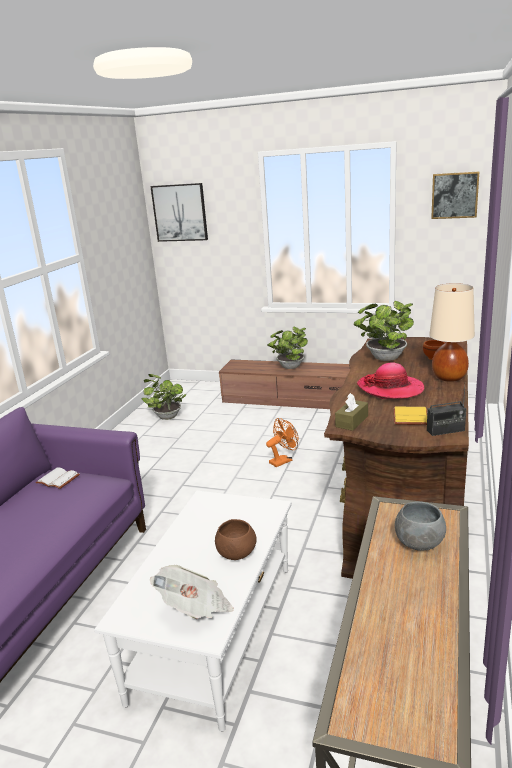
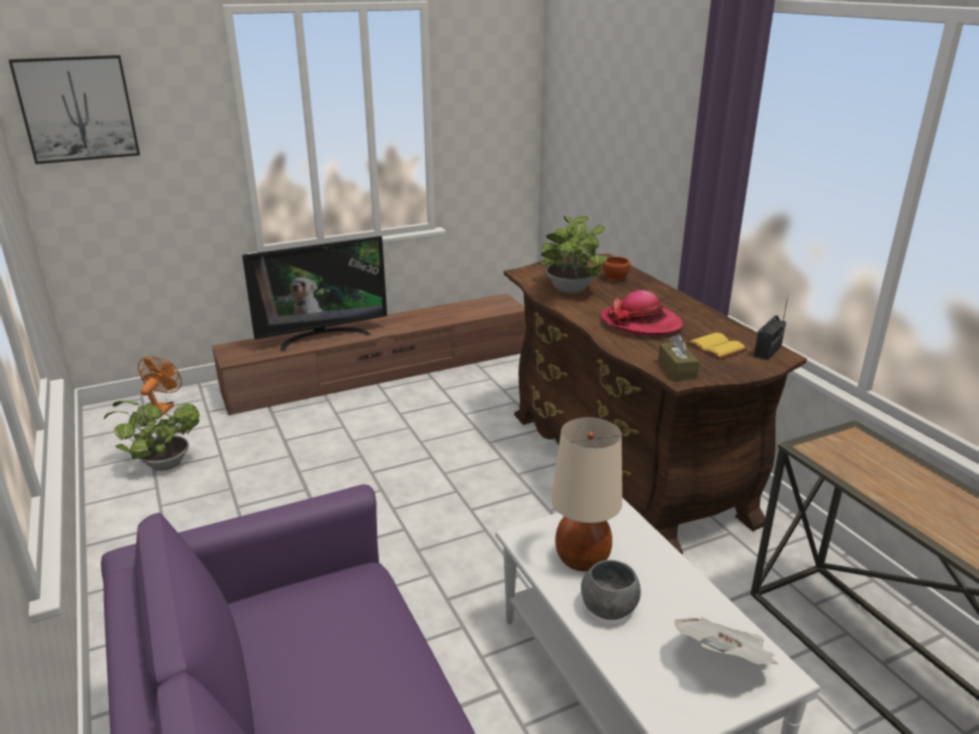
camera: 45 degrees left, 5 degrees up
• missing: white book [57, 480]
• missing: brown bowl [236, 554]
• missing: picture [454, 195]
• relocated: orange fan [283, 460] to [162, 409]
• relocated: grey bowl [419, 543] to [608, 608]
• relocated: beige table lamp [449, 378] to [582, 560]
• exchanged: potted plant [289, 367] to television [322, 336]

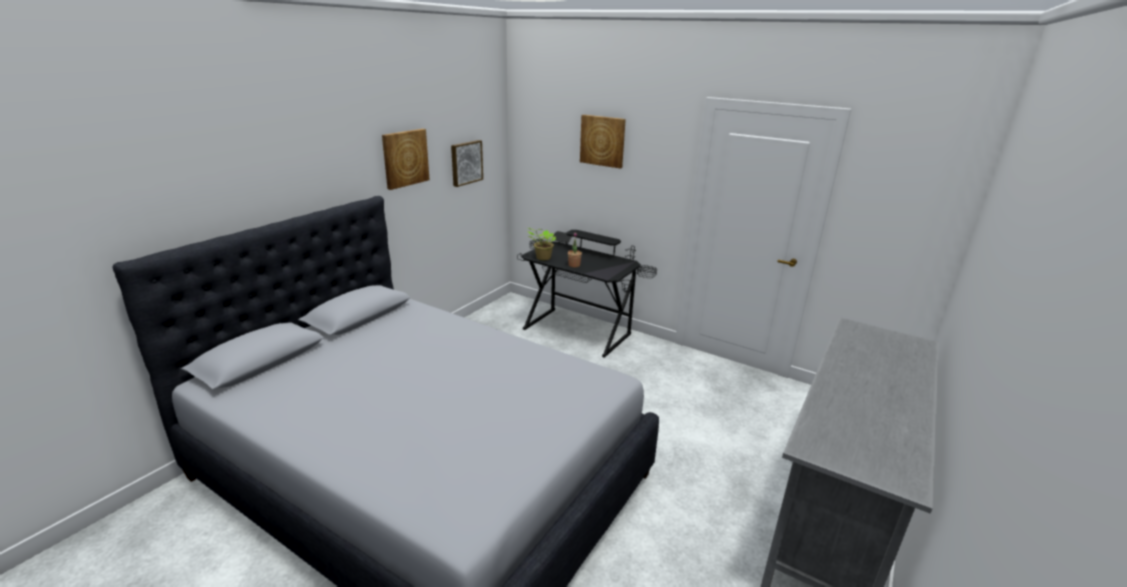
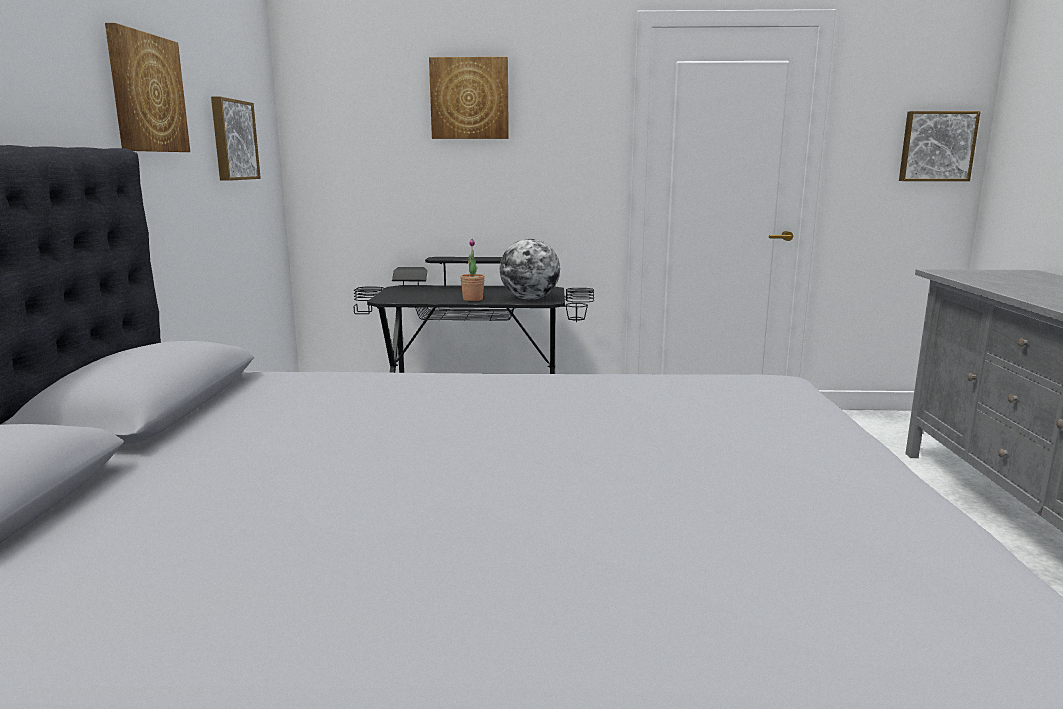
camera: 30 degrees left, 10 degrees down
• missing: potted plant [542, 258]
• appeared: globe [530, 299]
• appeared: picture [936, 146]

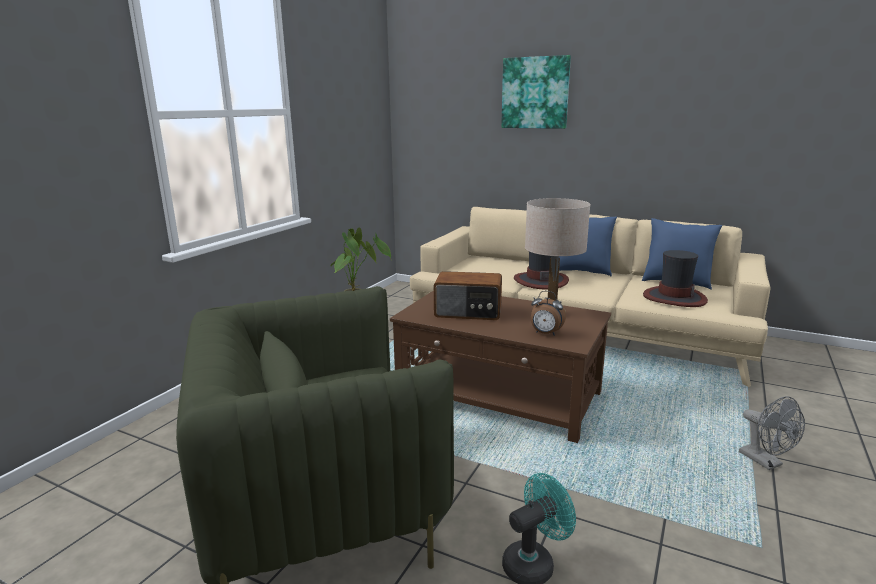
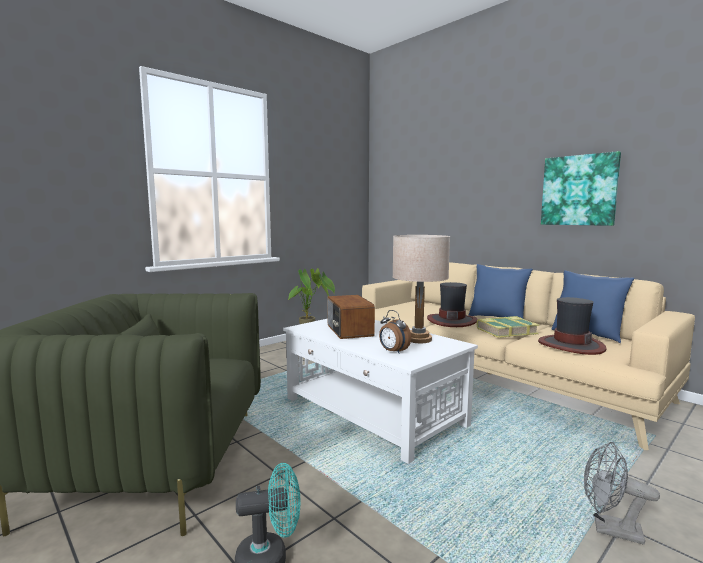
camera: 20 degrees right, 10 degrees down
• appeared: book [506, 331]
• relocated: picture [535, 93] to [579, 190]
• colour: brown coffee table [499, 395] to white coffee table [373, 412]
• spun: radio [468, 312] = [348, 331] 45 degrees clockwise
• spun: grey fan [766, 462] = [609, 529] 120 degrees clockwise

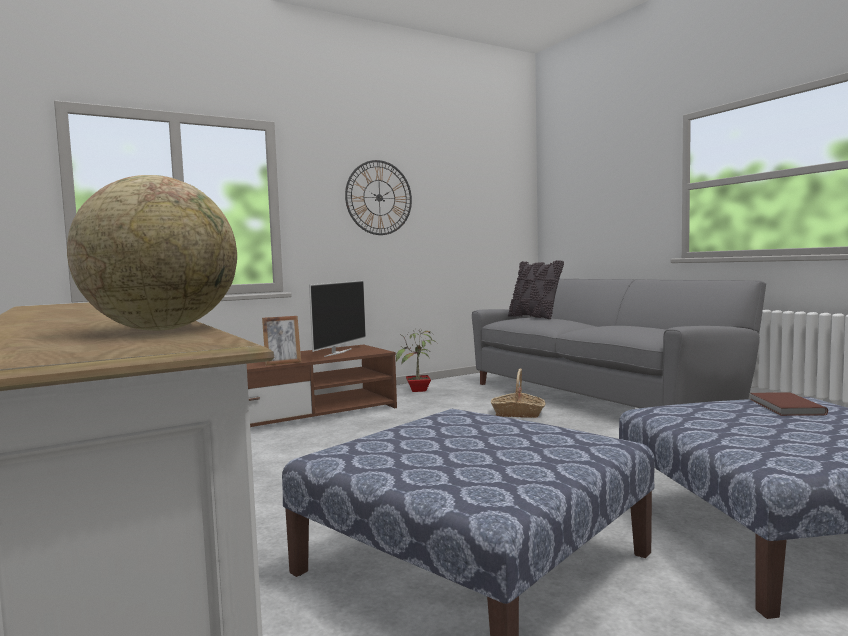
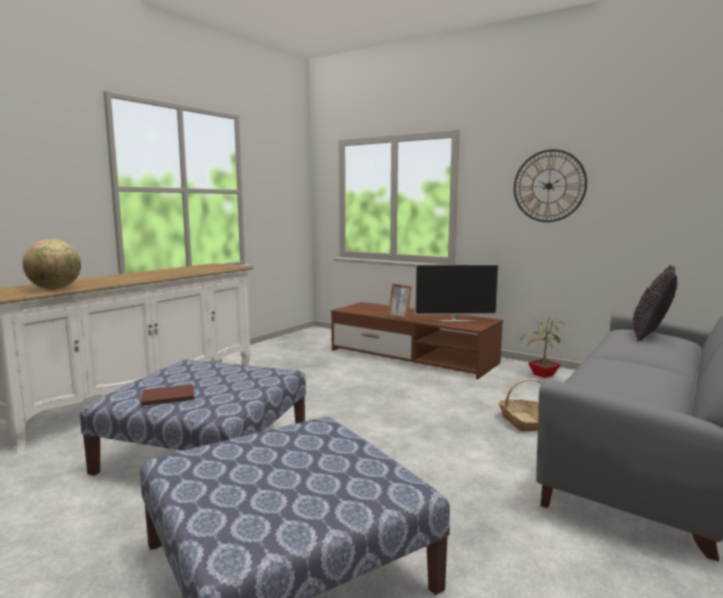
camera: 65 degrees right, 5 degrees up
• relocated: brown book [785, 407] to [167, 397]

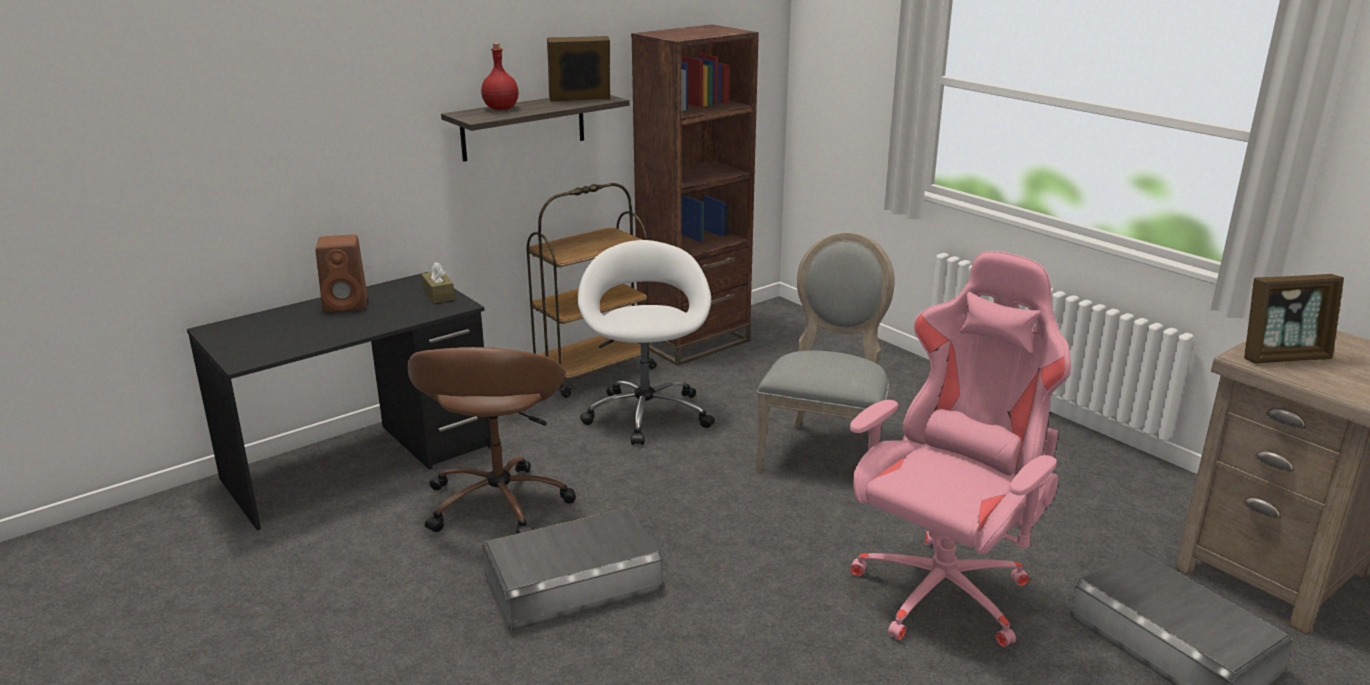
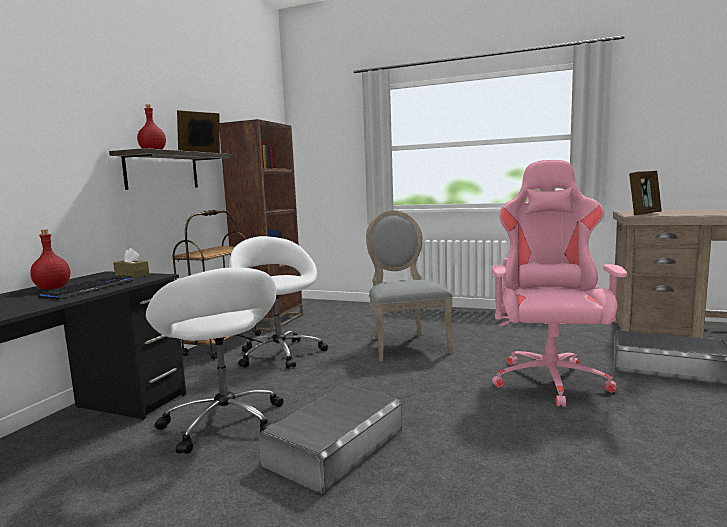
camera: 30 degrees left, 15 degrees down
• appeared: keyboard [91, 288]
• exchanged: brown speaker [347, 304] to red bottle [53, 288]
• colour: brown office chair [497, 506] to white office chair [225, 423]

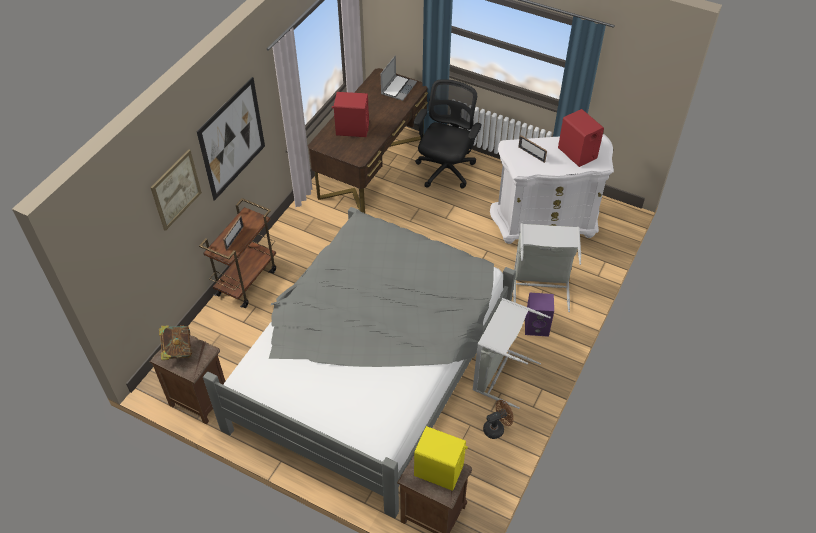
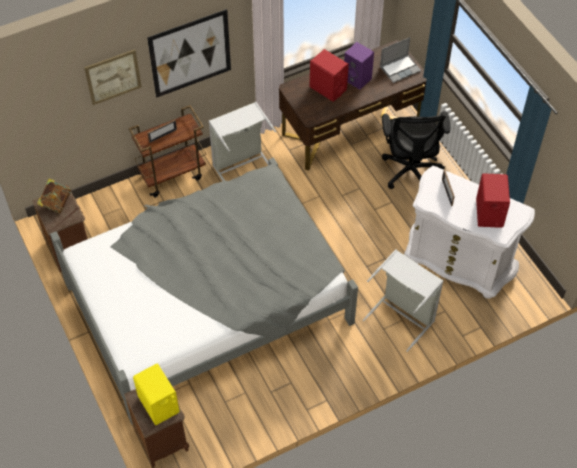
camera: 35 degrees right, 5 degrees up
• missing: brown fan [496, 428]
• relocated: grey laundry basket [499, 374] to [241, 166]
• relocated: purple speaker [537, 326] to [358, 79]
• spun: black office chair [445, 173] = [409, 168] 120 degrees clockwise

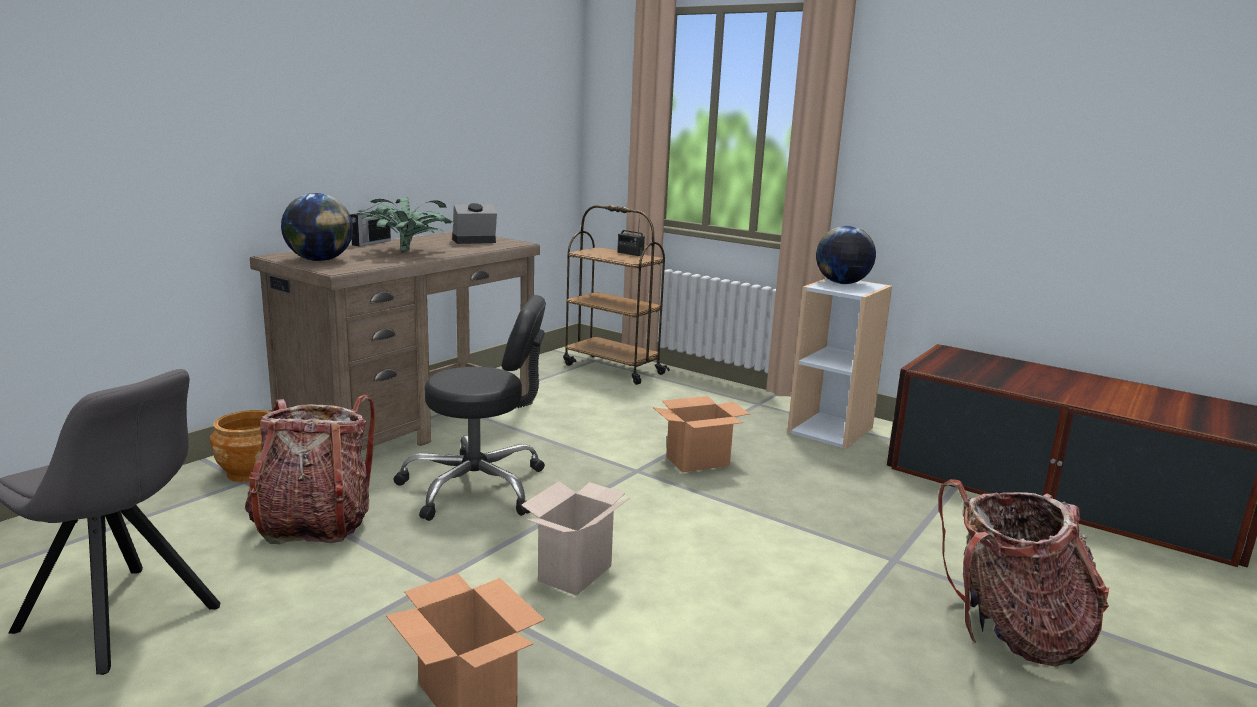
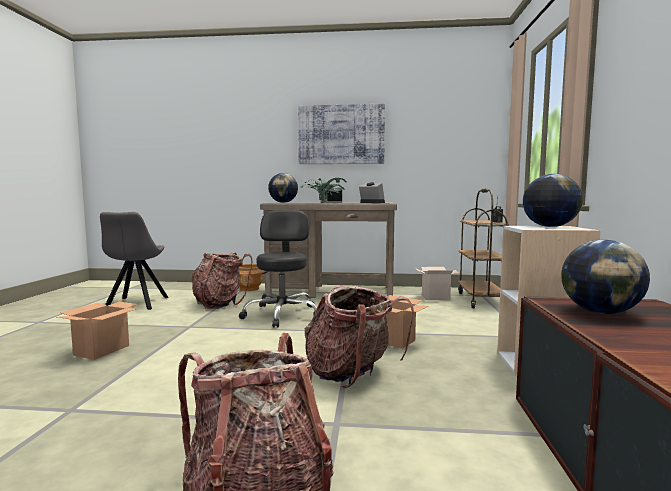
camera: 60 degrees right, 10 degrees down
• appeared: picture [341, 135]
• appeared: backpack [352, 374]
• appeared: globe [600, 312]
• relocated: cardboard box [574, 572] to [436, 297]
• spun: black office chair [482, 488] = [283, 313] 150 degrees counterclockwise

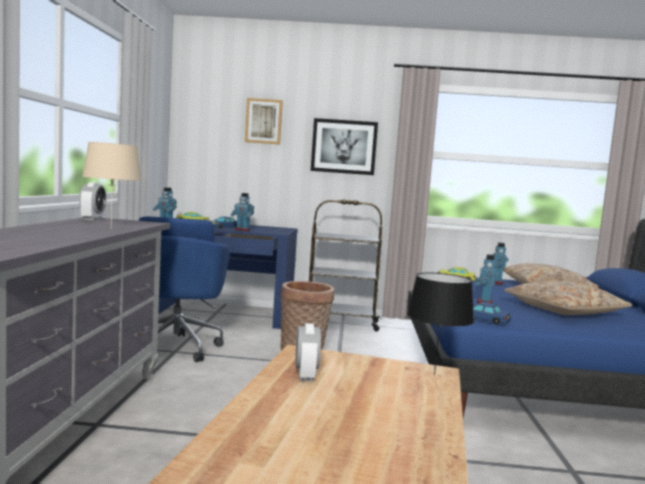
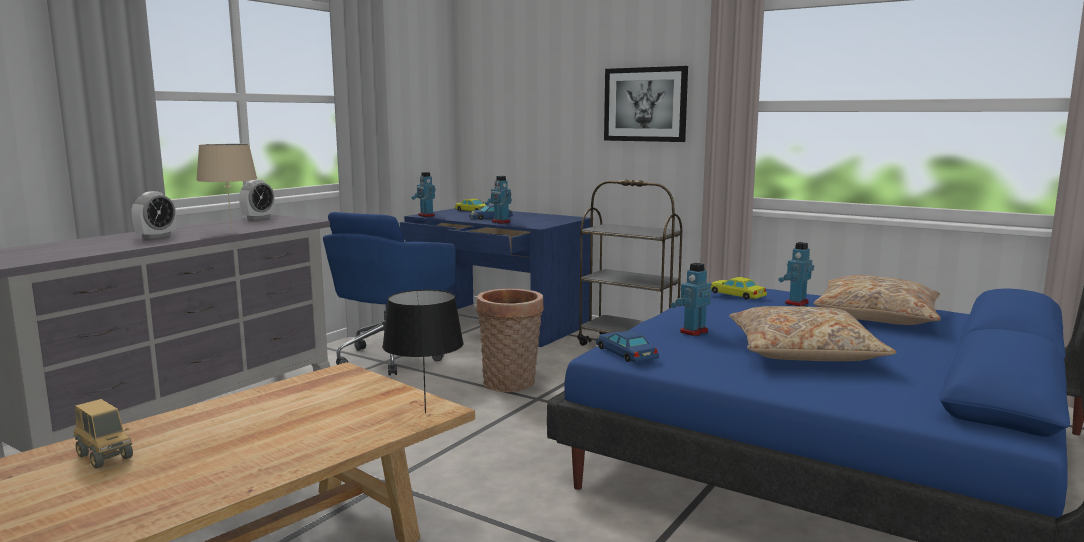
camera: 30 degrees right, 5 degrees up
• missing: picture [263, 121]
• appeared: toy truck [104, 457]
• relocated: alarm clock [305, 375] to [156, 236]

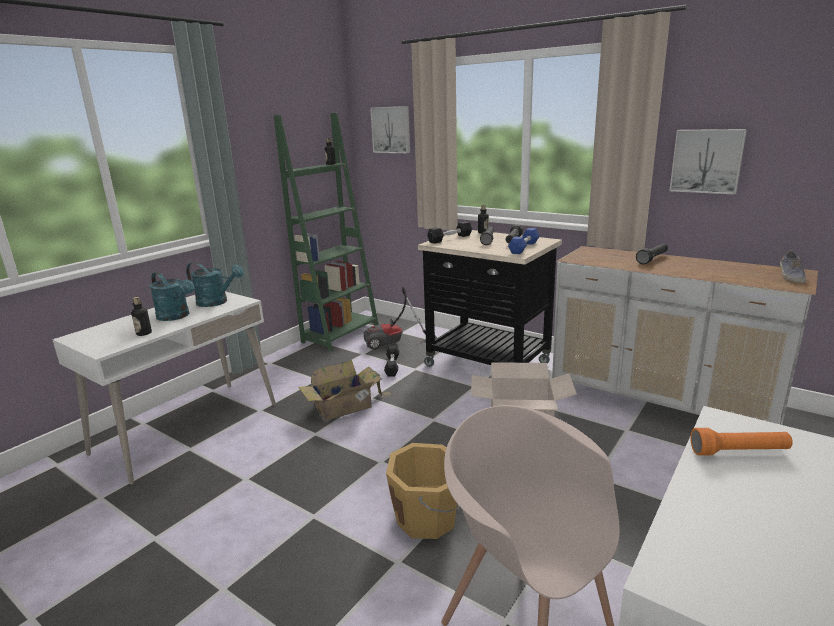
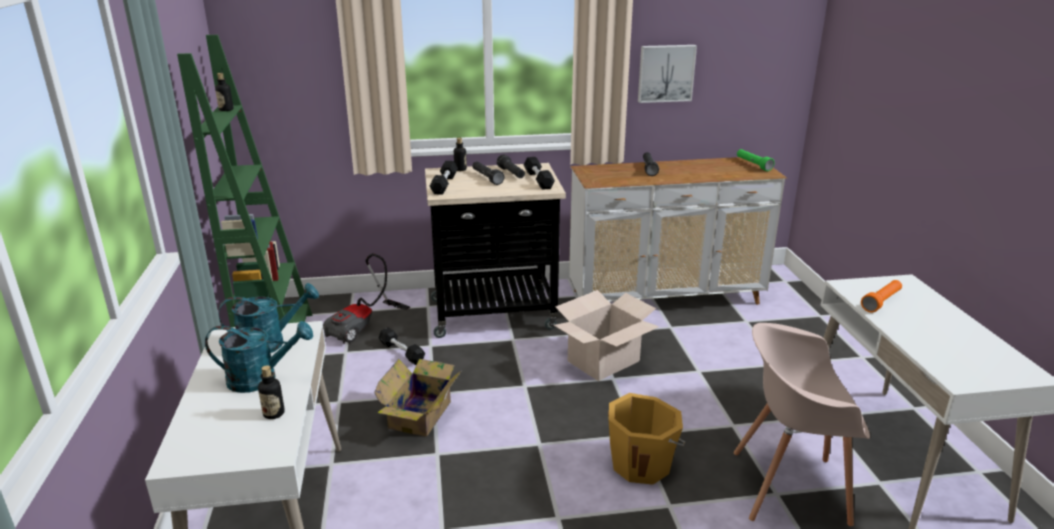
camera: 45 degrees left, 5 degrees up
• missing: picture [391, 130]
• exchanged: shoe [790, 276] to green flashlight [753, 165]
• colour: blue dumbbell [524, 247] to black dumbbell [538, 180]

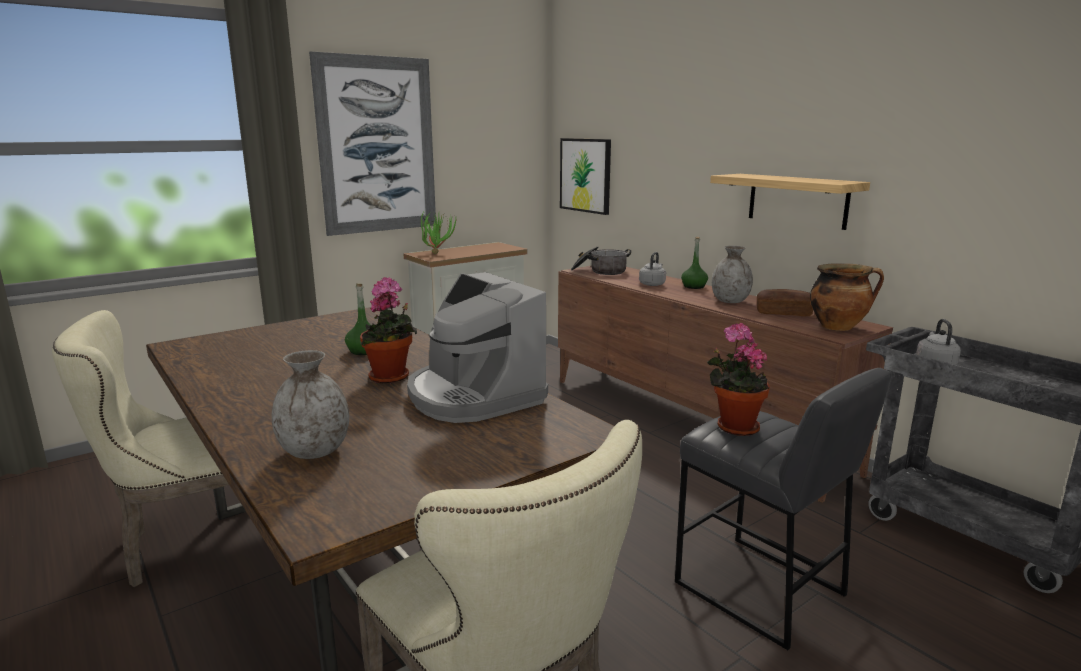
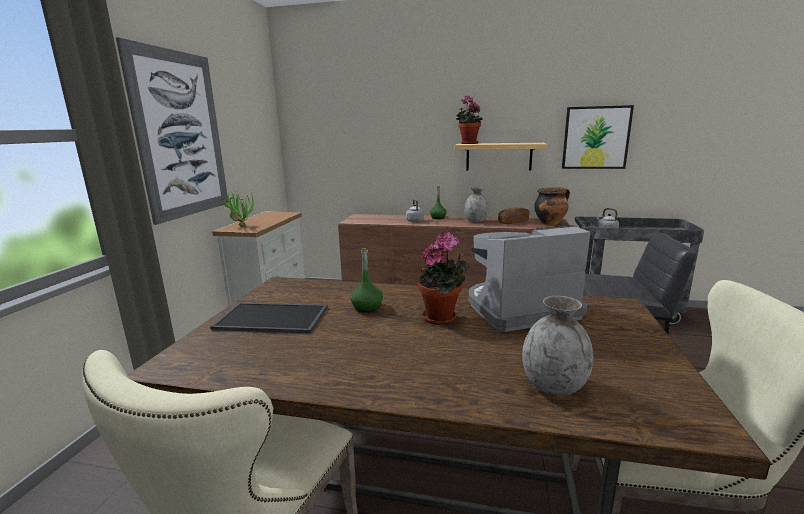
camera: 40 degrees left, 0 degrees up
• missing: cooking pot [599, 271]
• appeared: tray [273, 317]
• relocated: picture [585, 175] to [595, 137]
• relocated: potted plant [734, 427] to [467, 143]
• spun: coffee machine [473, 396] = [519, 309] 150 degrees clockwise

